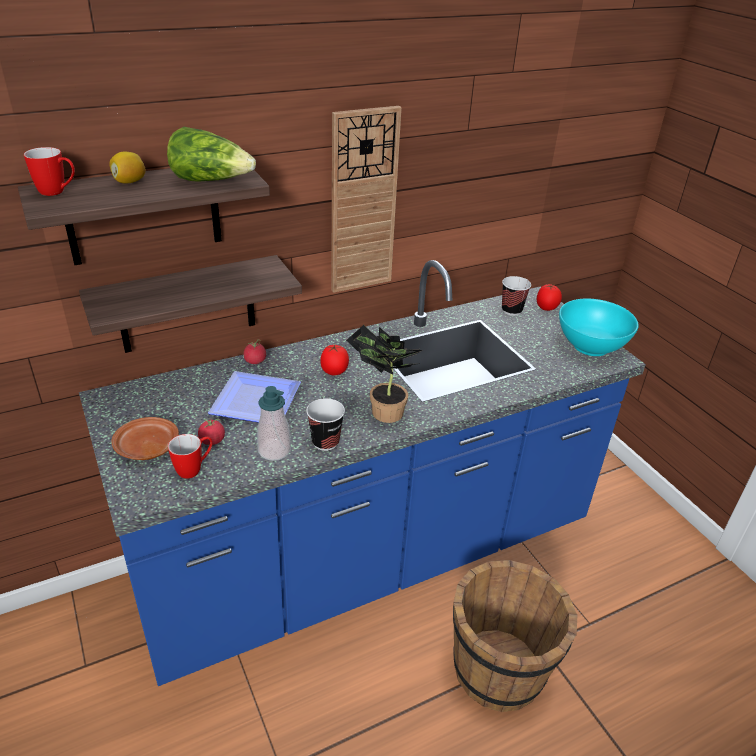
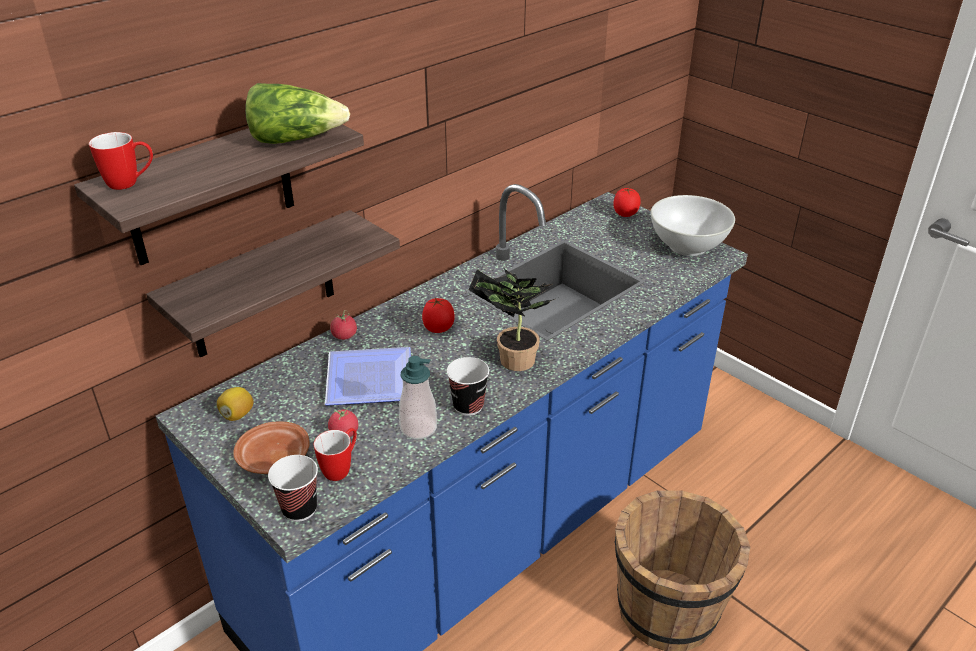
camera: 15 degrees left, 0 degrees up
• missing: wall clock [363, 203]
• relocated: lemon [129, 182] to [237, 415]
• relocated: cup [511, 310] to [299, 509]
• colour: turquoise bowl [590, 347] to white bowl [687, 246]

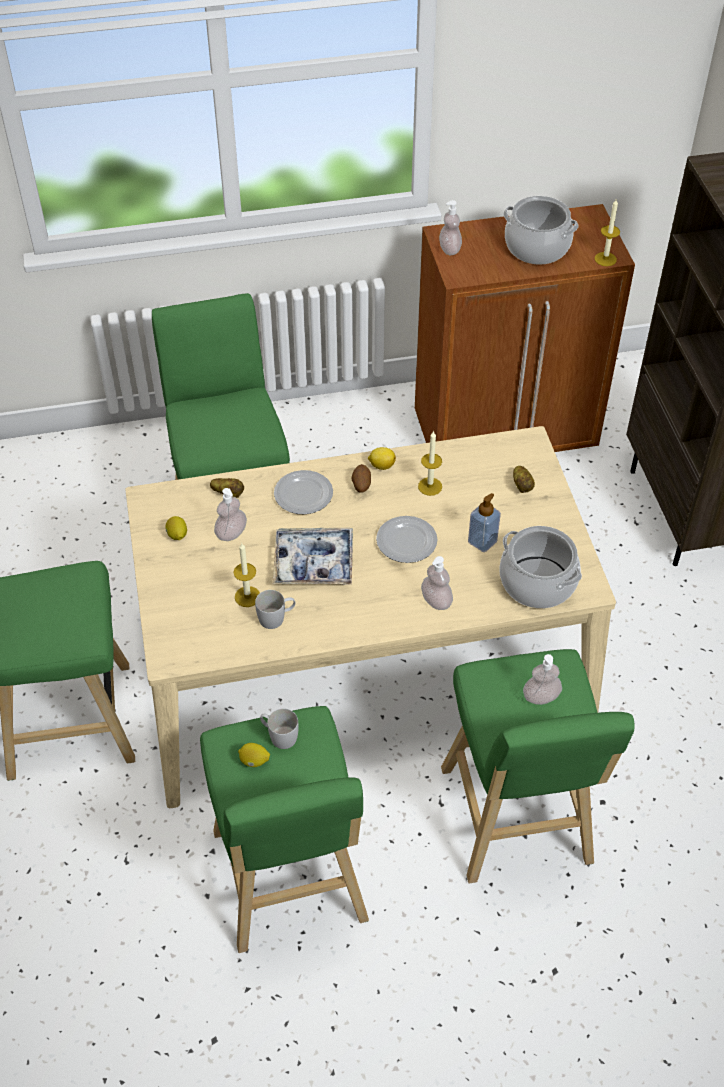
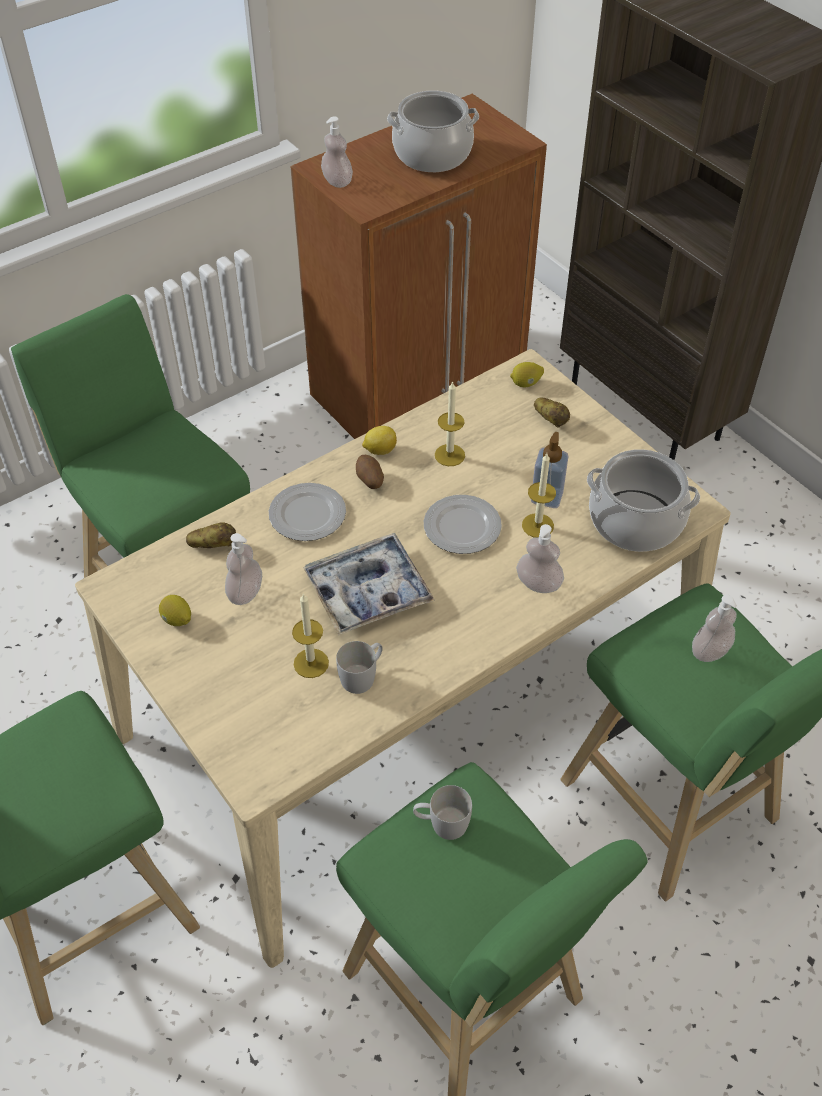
camera: 25 degrees left, 0 degrees up
• relocated: lemon [254, 761] to [526, 383]
• relocated: candle [605, 259] to [537, 525]

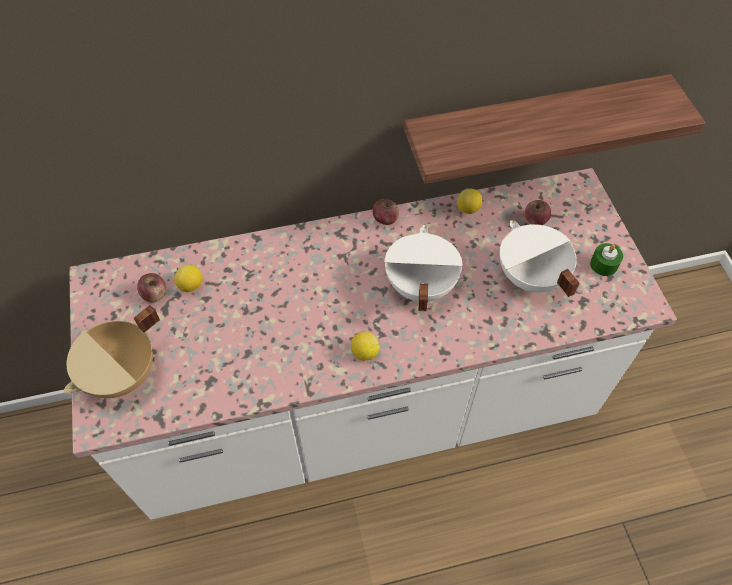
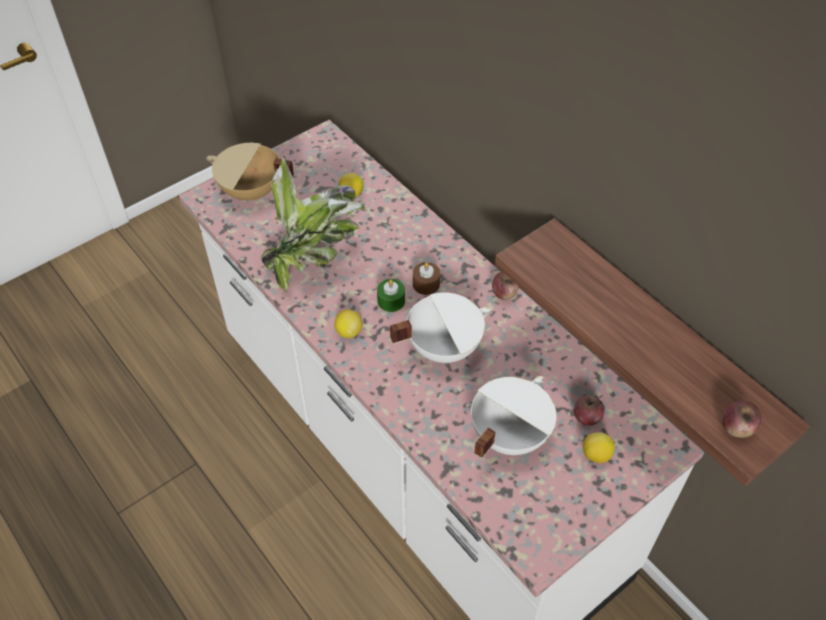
camera: 65 degrees right, 5 degrees down
• appeared: potted plant [315, 256]
• appeared: brown candle [426, 284]
• relocated: apple [155, 294] to [737, 428]
• relocated: lemon [468, 209] to [595, 455]
• relocated: green candle [603, 264] to [391, 301]

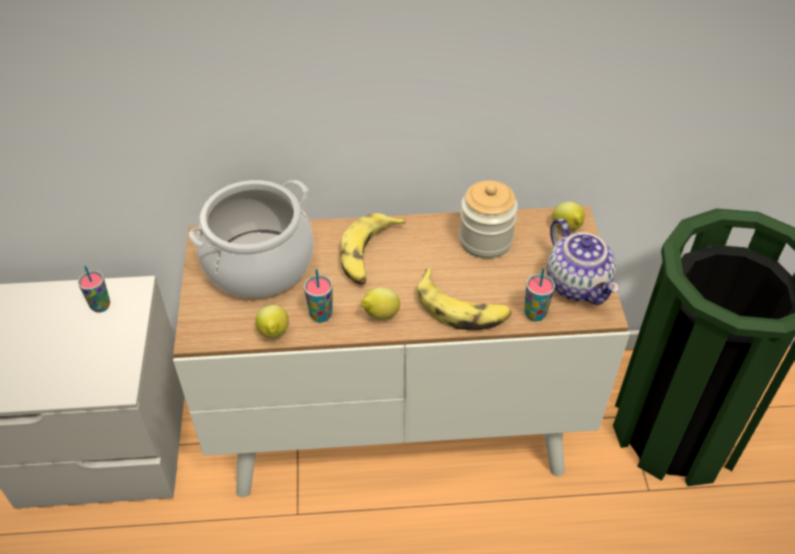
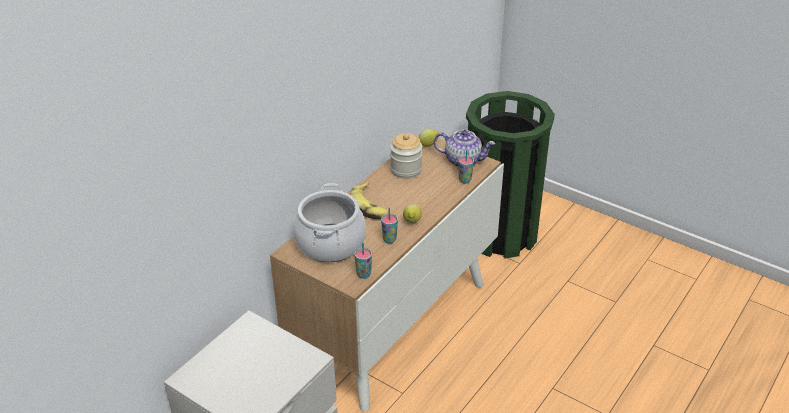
camera: 50 degrees left, 10 degrees down
• missing: lemon [274, 334]
• missing: banana [462, 308]
• relocated: cup [100, 306] to [364, 274]

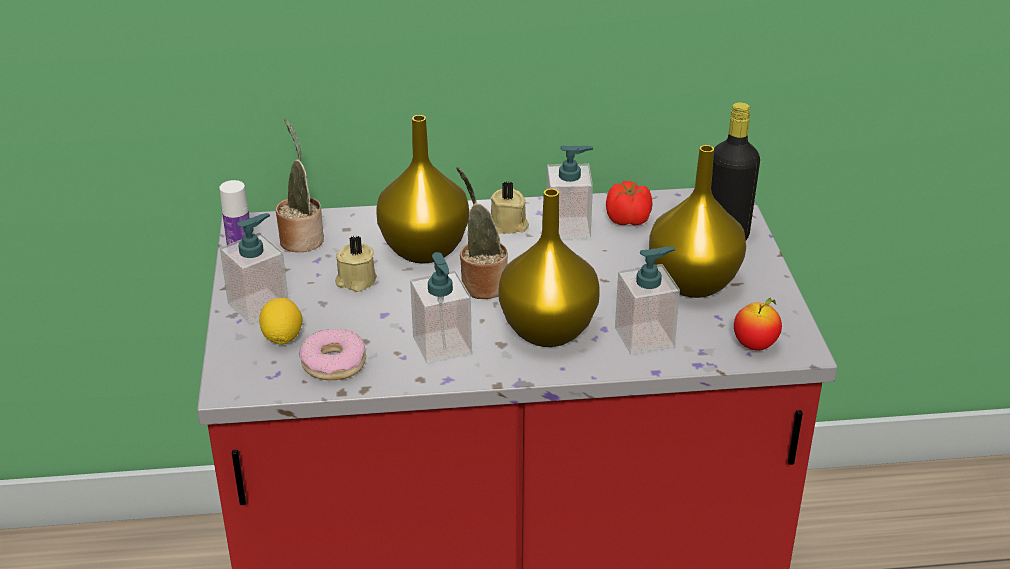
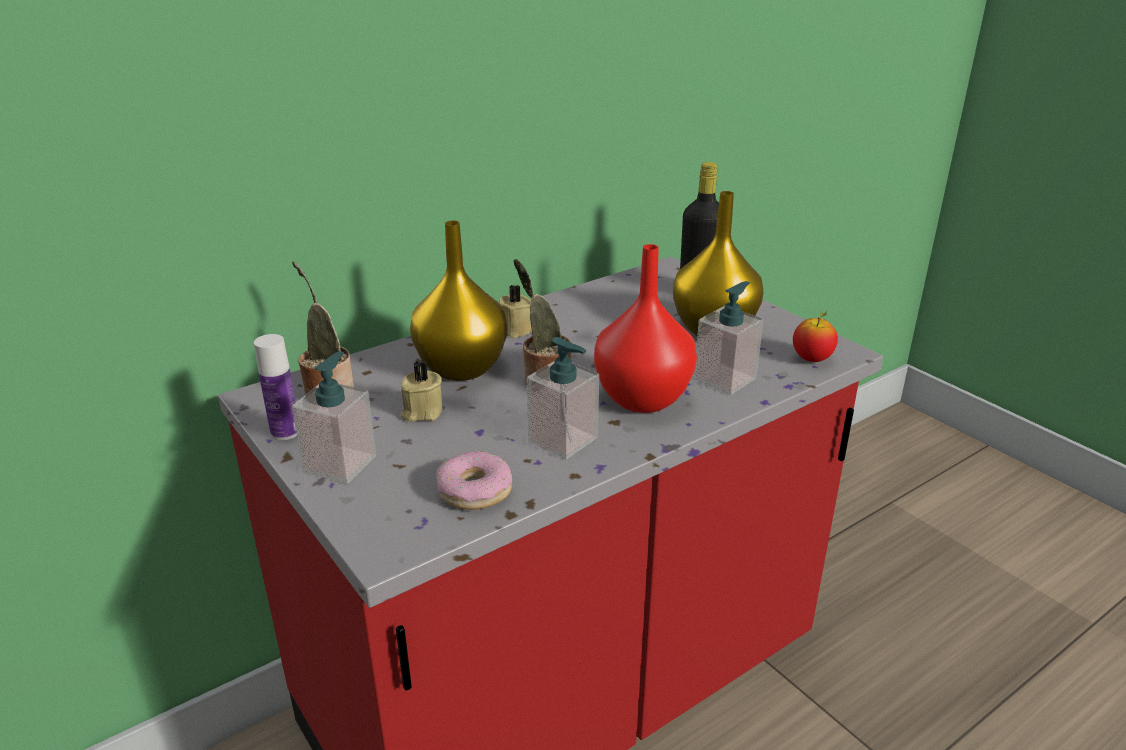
camera: 30 degrees left, 5 degrees down
• missing: lemon [282, 338]
• missing: soap dispenser [568, 228]
• missing: tomato [628, 220]
• colour: yellow vase [549, 330] to red vase [643, 397]

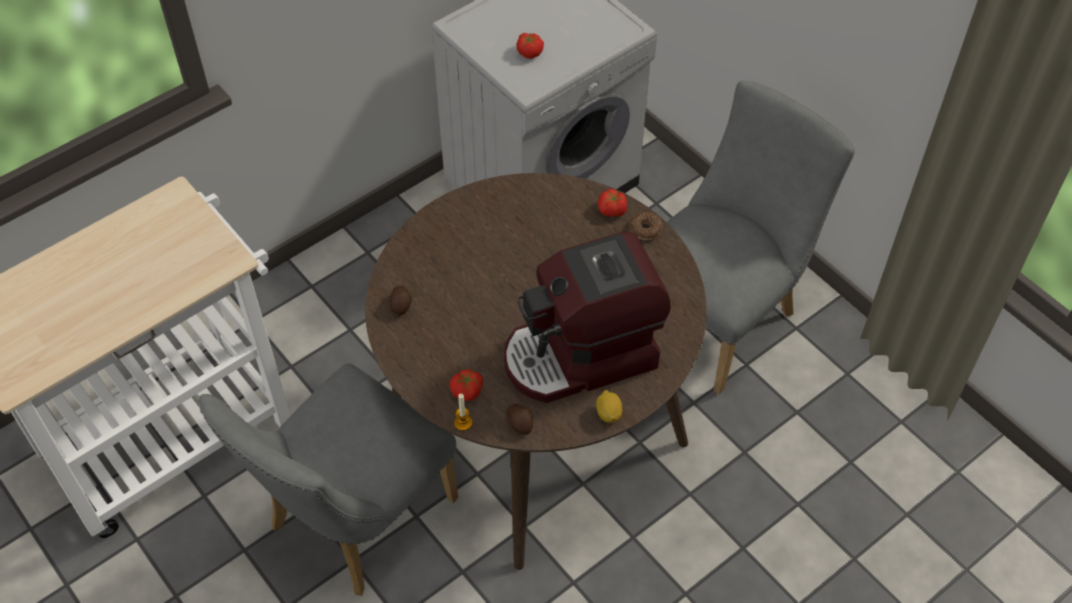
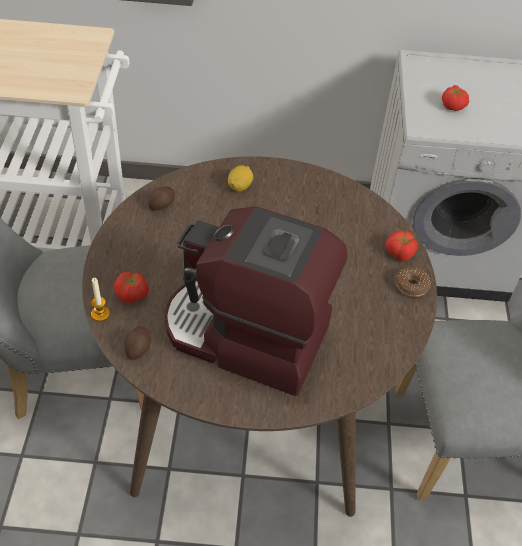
camera: 40 degrees right, 5 degrees down
• relocated: lemon [608, 413] to [240, 186]

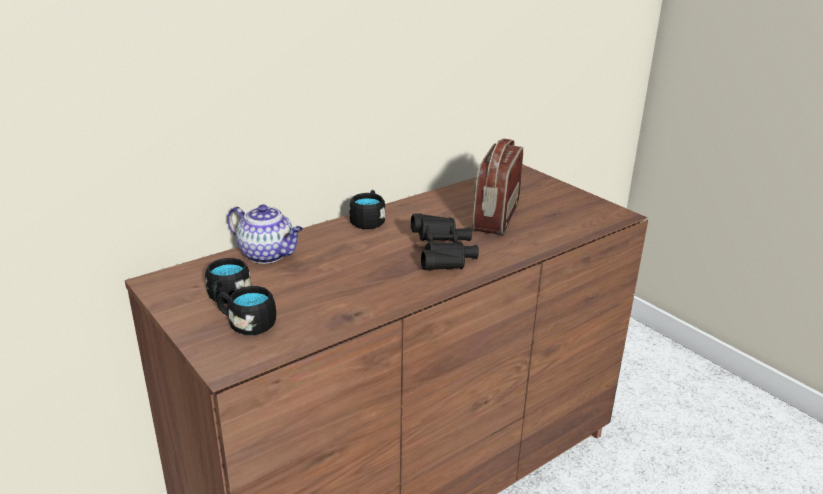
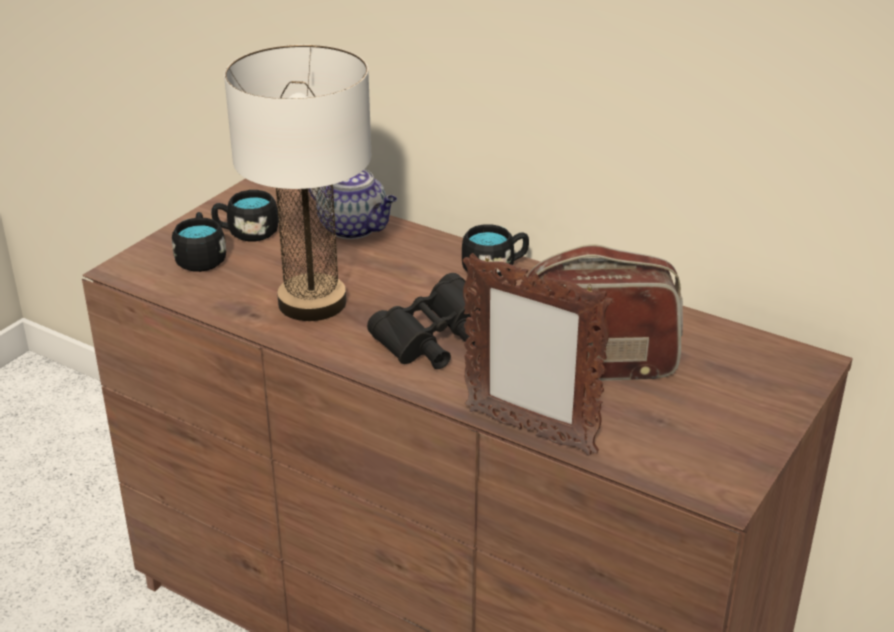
camera: 70 degrees right, 5 degrees up
• appeared: table lamp [311, 303]
• appeared: picture frame [529, 431]
• spun: teapot [268, 255] = [354, 228] 60 degrees counterclockwise

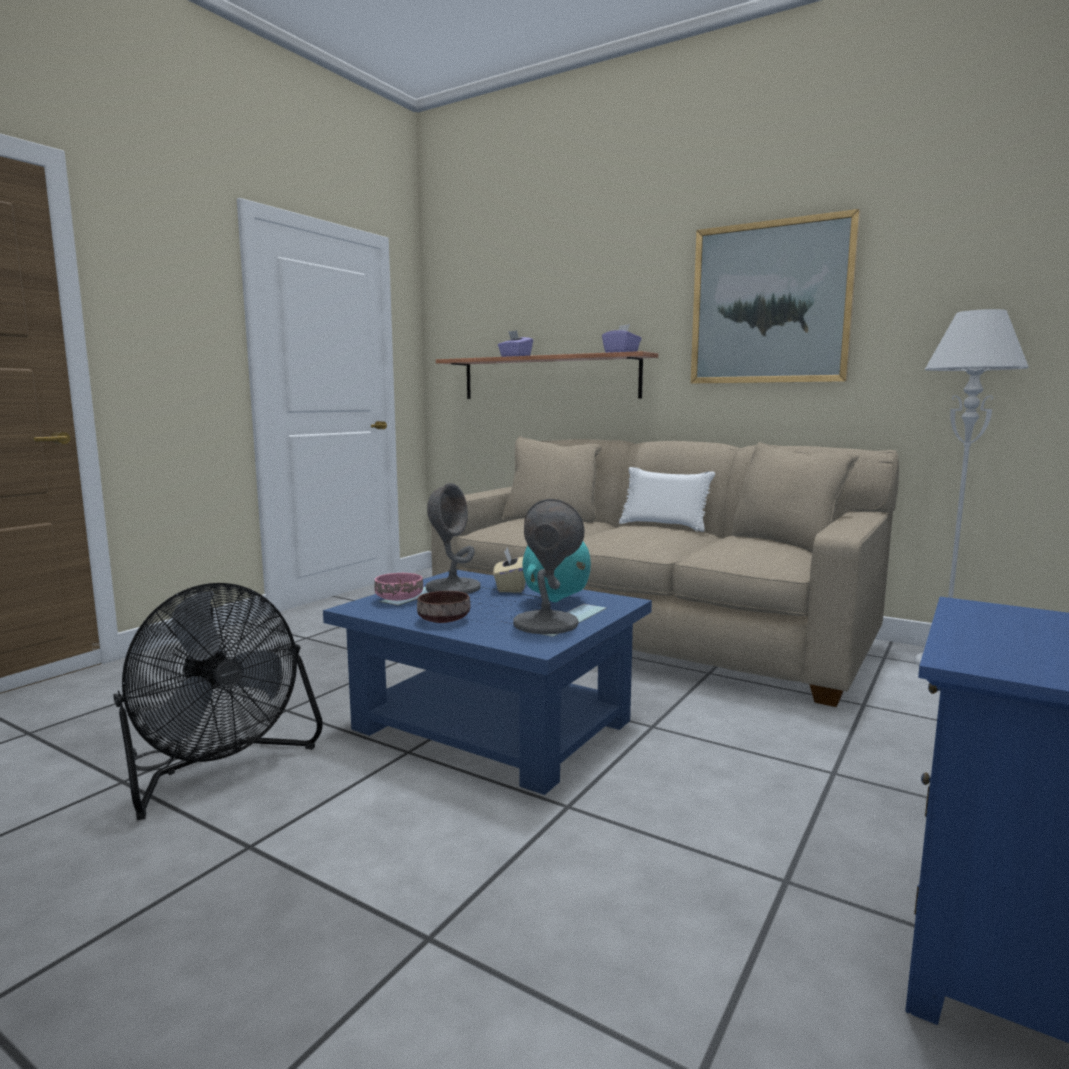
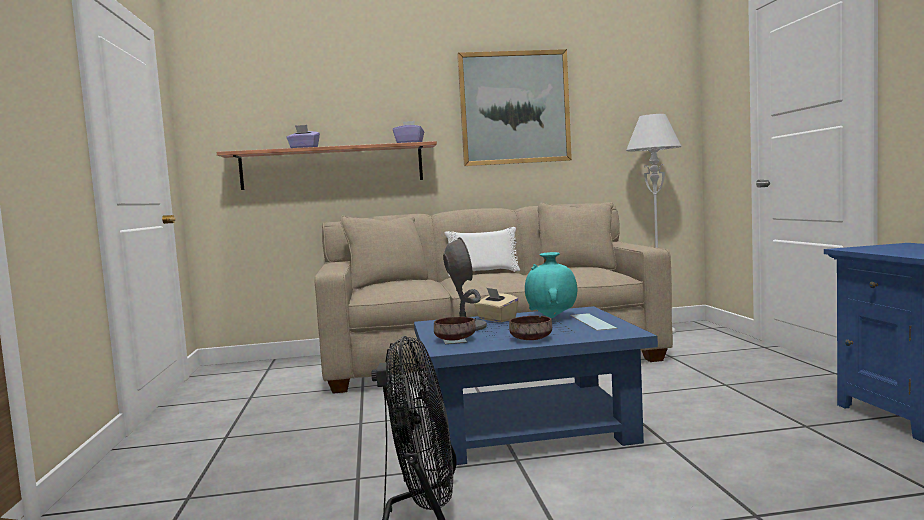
camera: 40 degrees left, 5 degrees down
• missing: grey table lamp [545, 624]
• colour: pink bowl [399, 599] to brown bowl [454, 339]

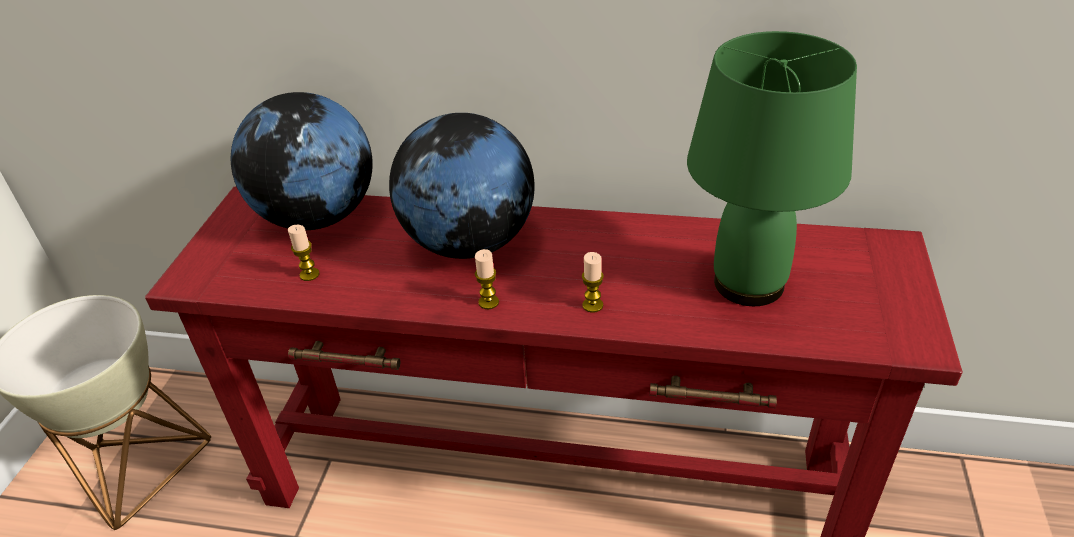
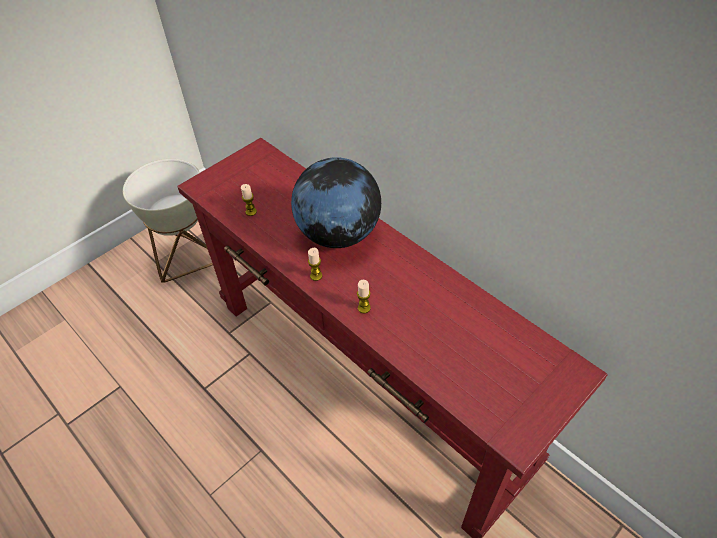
camera: 35 degrees right, 10 degrees up
• missing: globe [317, 217]
• missing: green table lamp [749, 284]

